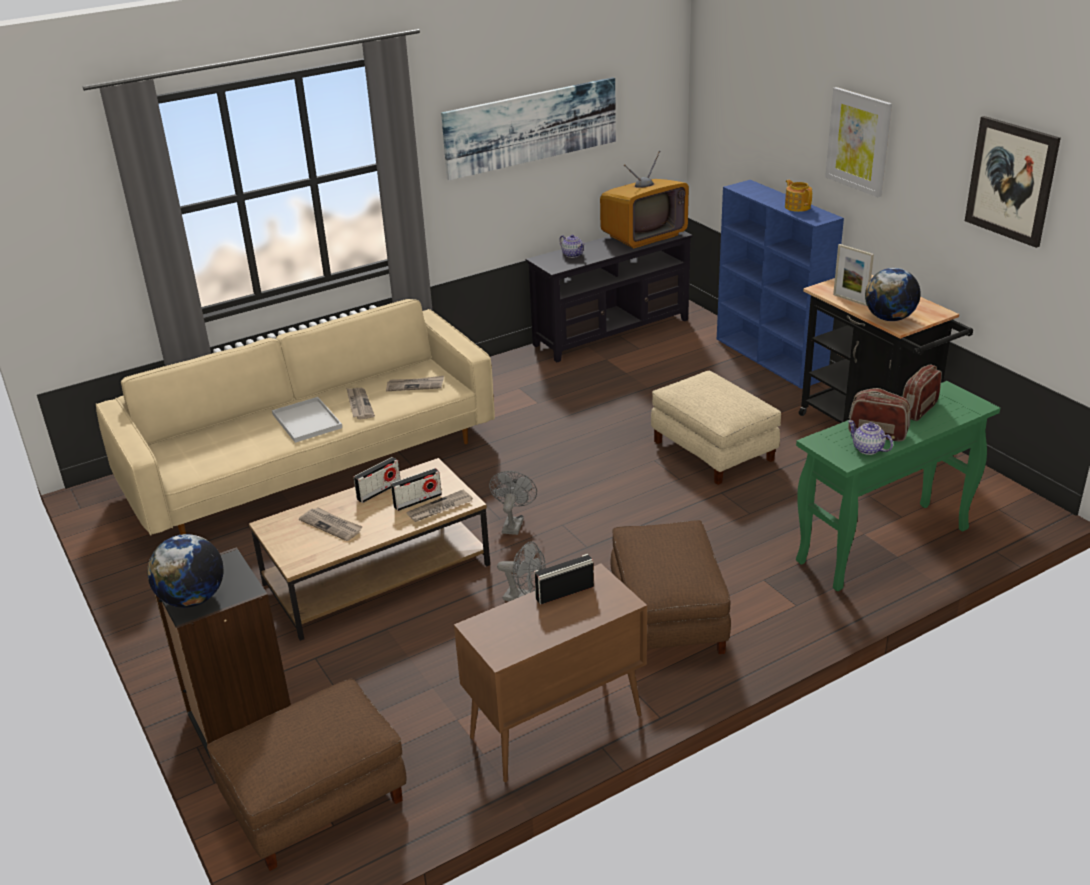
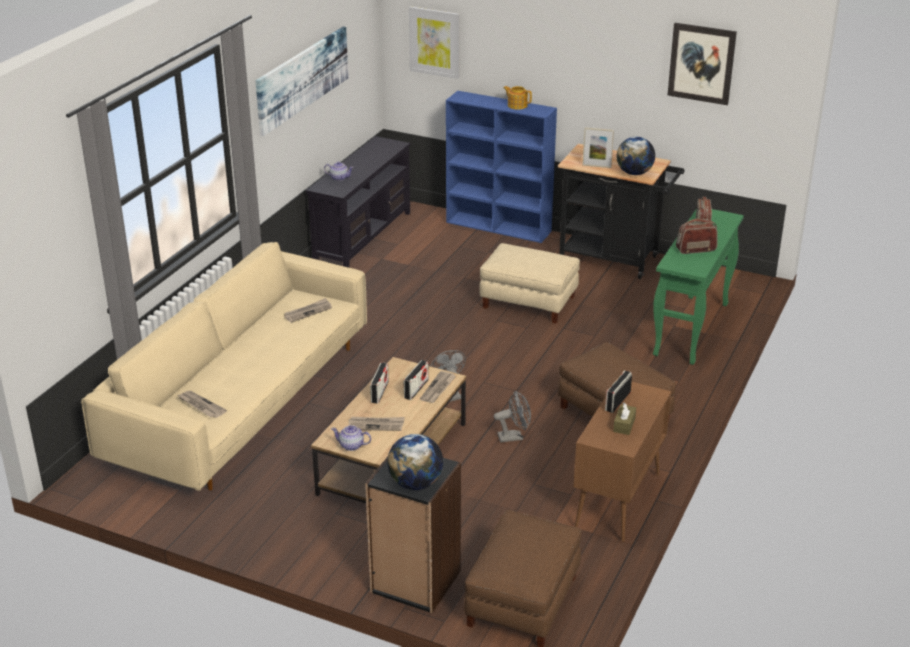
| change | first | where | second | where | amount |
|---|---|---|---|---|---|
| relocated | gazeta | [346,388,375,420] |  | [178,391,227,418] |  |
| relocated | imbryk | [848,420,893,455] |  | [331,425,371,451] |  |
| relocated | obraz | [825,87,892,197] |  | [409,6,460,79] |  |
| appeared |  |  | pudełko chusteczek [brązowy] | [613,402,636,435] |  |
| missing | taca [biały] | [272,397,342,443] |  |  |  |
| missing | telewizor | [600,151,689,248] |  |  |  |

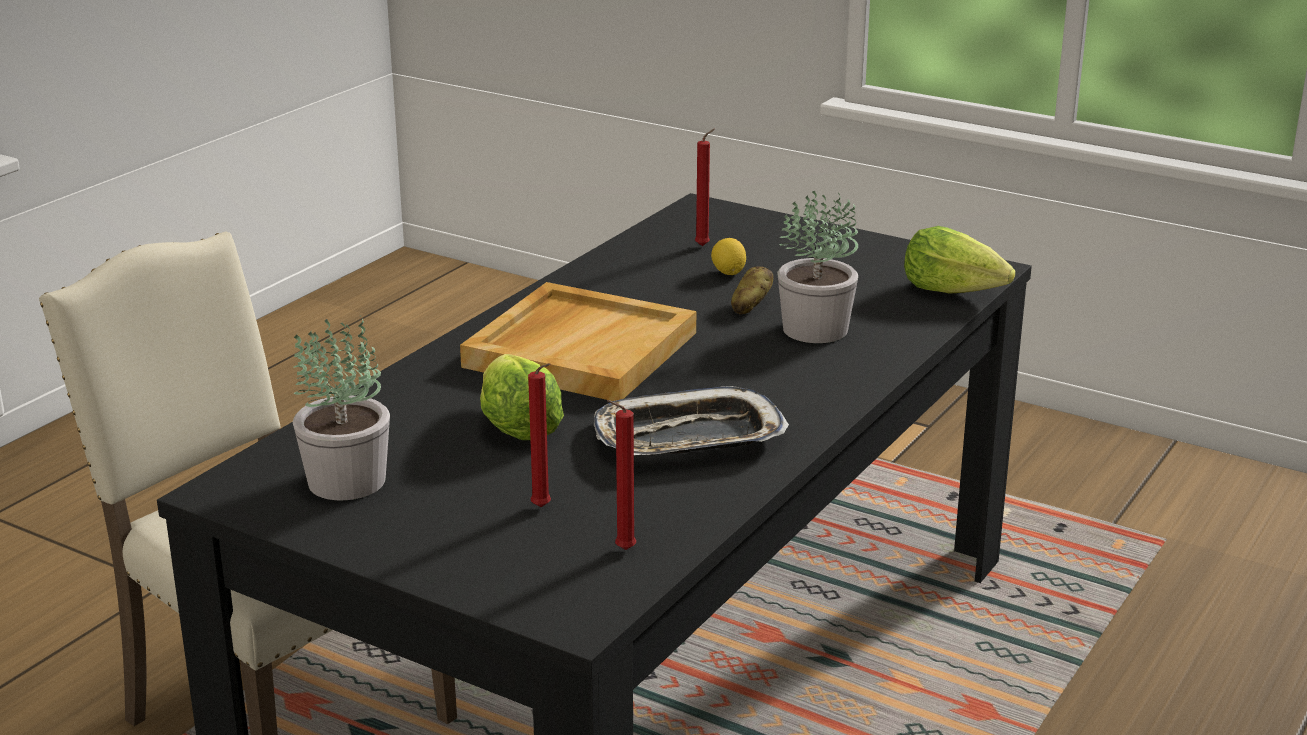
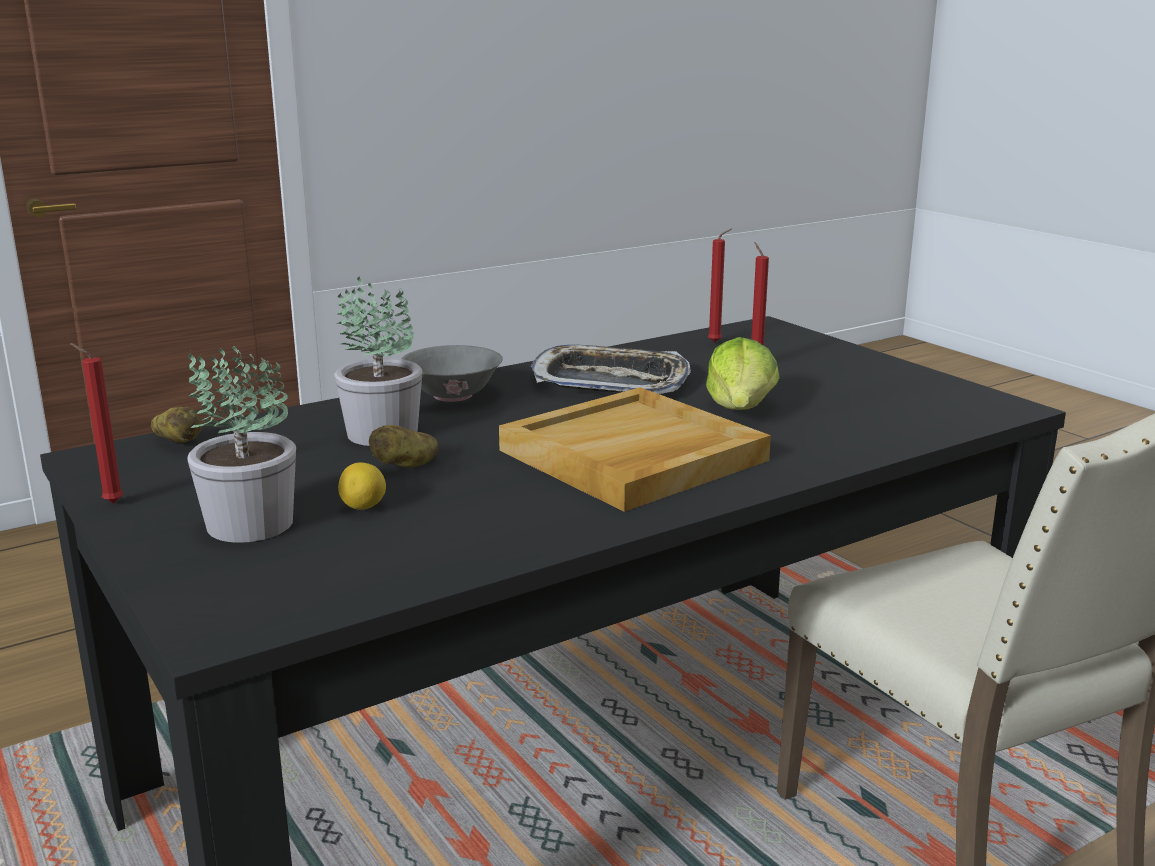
| change | first | where | second | where | amount |
|---|---|---|---|---|---|
| relocated | świeca [czerwony] | [695,128,715,246] |  | [70,343,124,503] |  |
| exchanged | sałata | [904,226,1016,294] | ziemniak | [150,407,202,443] |  |
| relocated | roślina doniczkowa | [293,315,390,501] |  | [188,346,296,543] |  |
| appeared |  |  | miska [szary] | [401,345,503,402] |  |

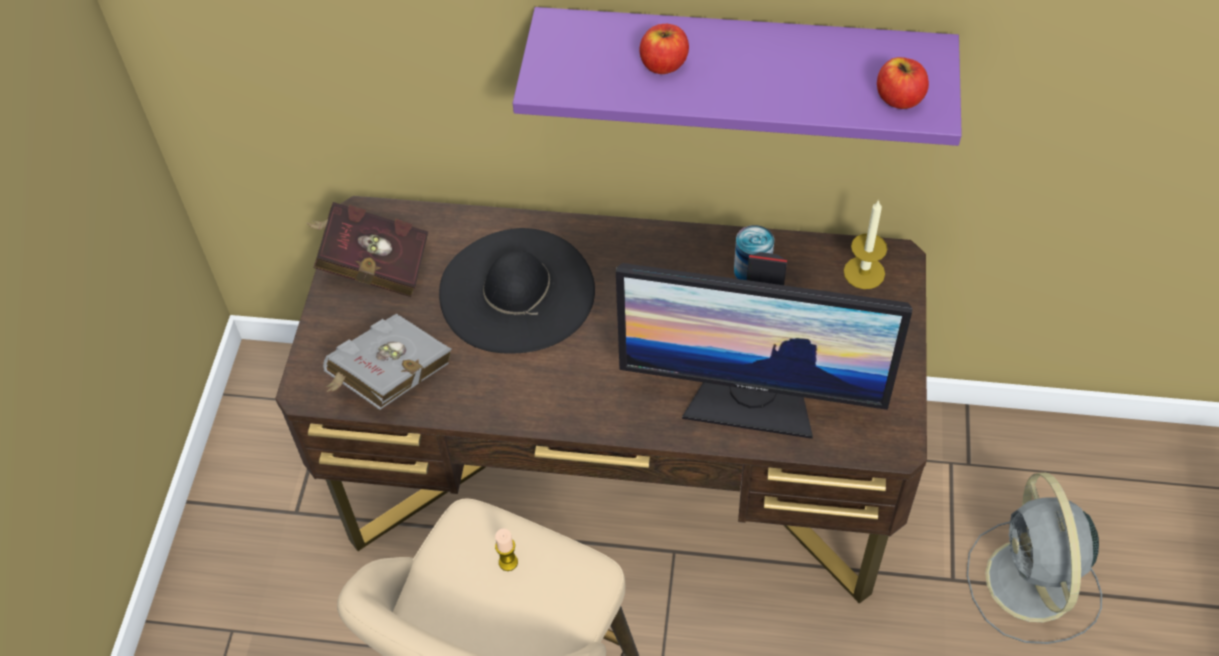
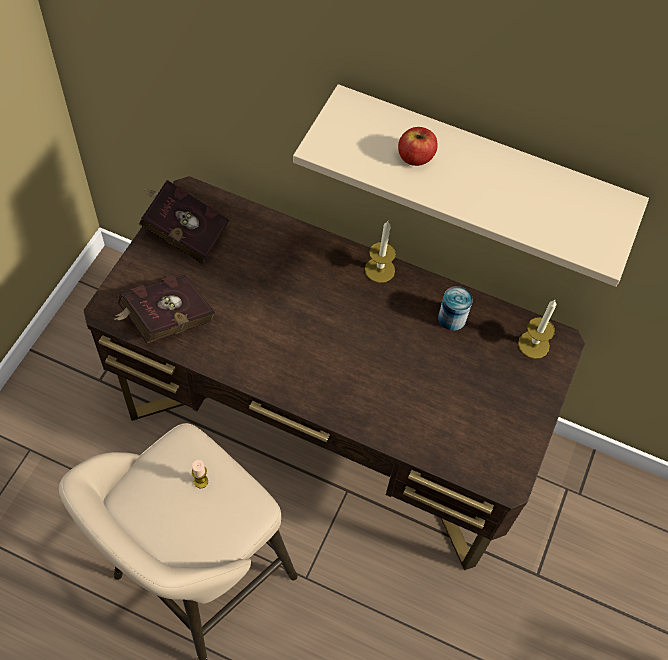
| change | first | where | second | where | amount |
|---|---|---|---|---|---|
| colour | książka [szary] | [323,313,451,410] | książka [czerwony] | [114,275,215,344] |  |
| colour | półka [fioletowy] | [513,7,962,146] | półka [beżowy] | [293,84,649,287] |  |
| appeared |  |  | świeca | [365,221,396,283] |  |
| missing | kapelusz [czarny] | [439,228,595,354] |  |  |  |
| missing | monitor | [616,252,912,439] |  |  |  |
| missing | jabłko | [877,57,929,109] |  |  |  |
| missing | wentylator [szary] | [967,473,1102,644] |  |  |  |

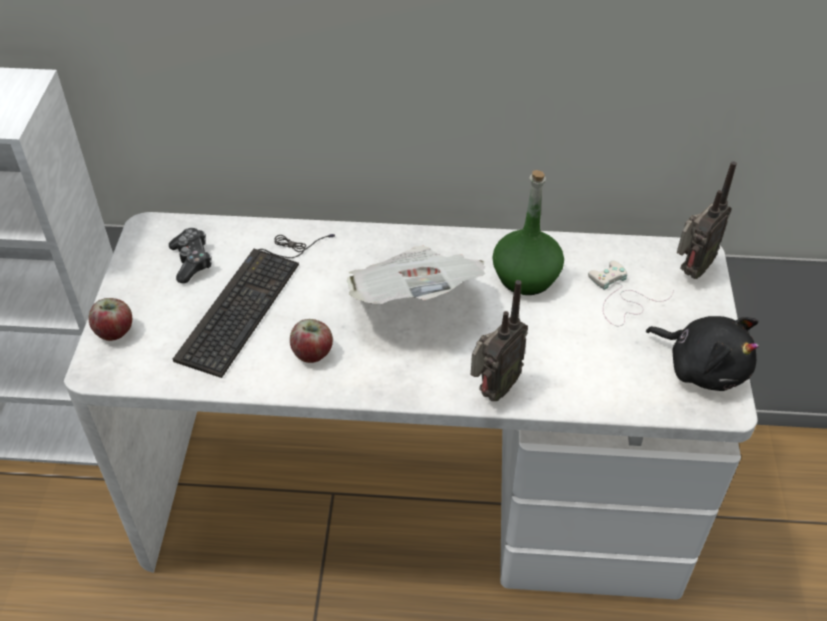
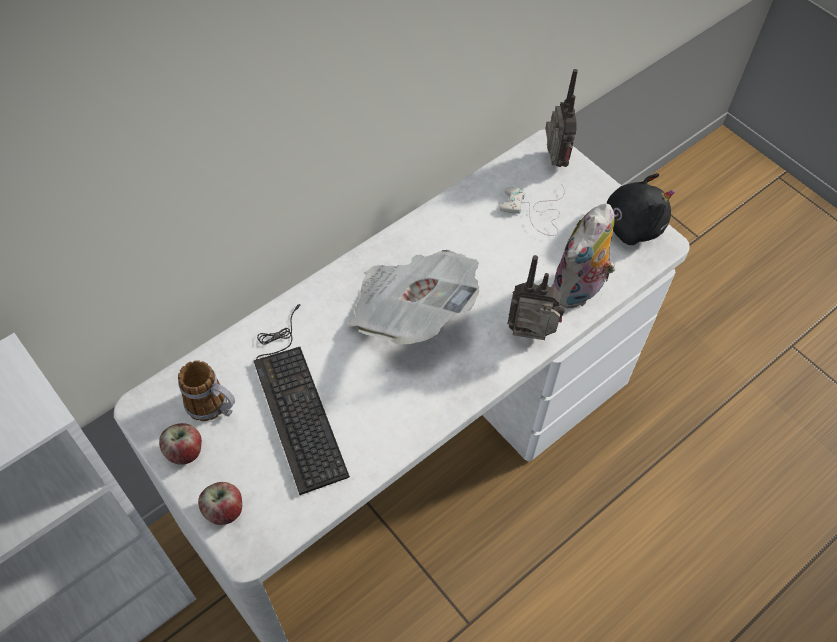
| change | first | where | second | where | amount |
|---|---|---|---|---|---|
| relocated | jabłko | [290,319,333,363] |  | [159,423,202,465] |  |
| exchanged | pad do gier | [169,228,212,283] | kubek | [178,360,235,421] |  |
| spun | radio | [471,280,528,401] |  | [507,255,565,340] | 75 degrees counterclockwise |
| appeared |  |  | pluszak | [551,204,615,309] |  |
| missing | butelka [zielony] | [492,170,564,295] |  |  |  |

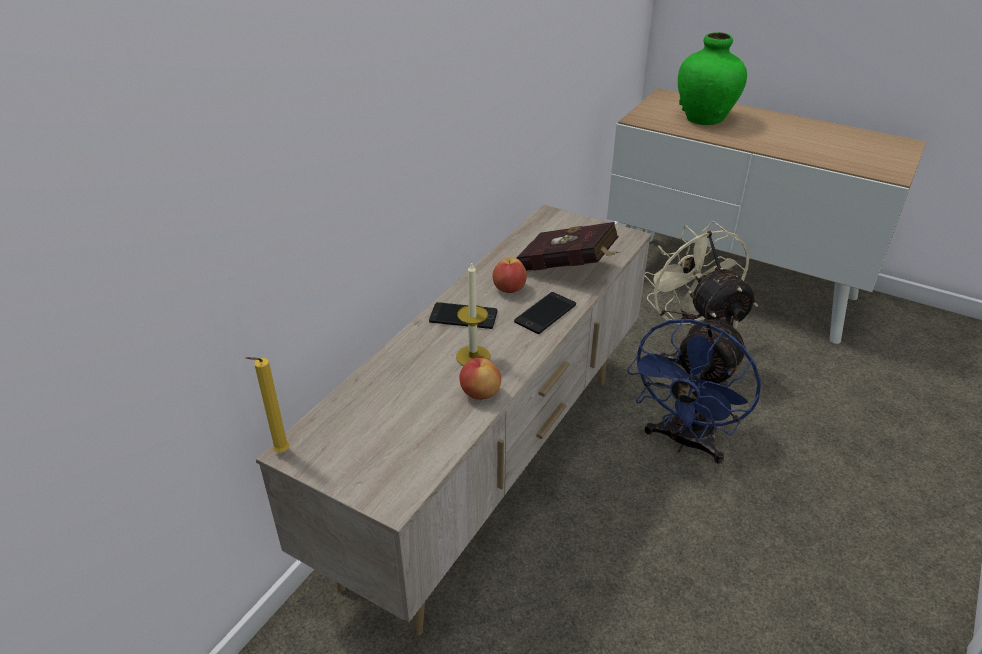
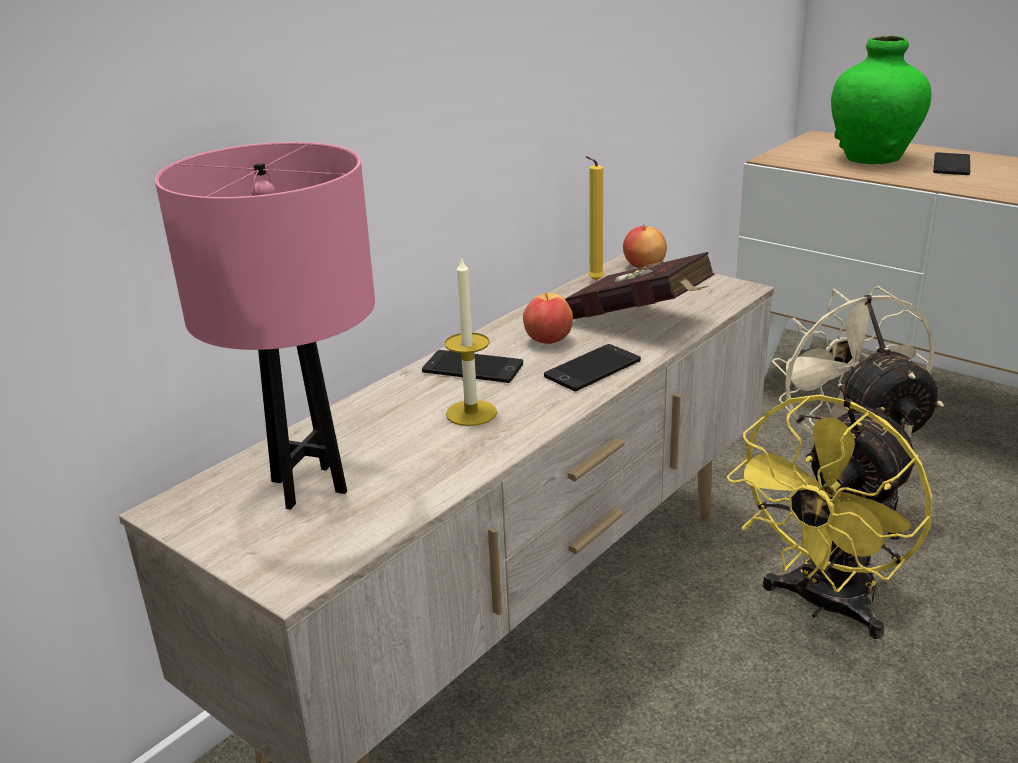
| change | first | where | second | where | amount |
|---|---|---|---|---|---|
| appeared |  |  | lampa stołowa [różowy] | [155,142,375,510] |  |
| relocated | świeca [żółty] | [246,357,289,453] |  | [585,156,604,281] |  |
| relocated | jabłko | [459,358,501,400] |  | [623,223,667,268] |  |
| colour | wentylator [niebieski] | [627,317,761,464] | wentylator [żółty] | [727,395,933,639] |  |
| appeared |  |  | telefon | [933,153,970,175] |  |

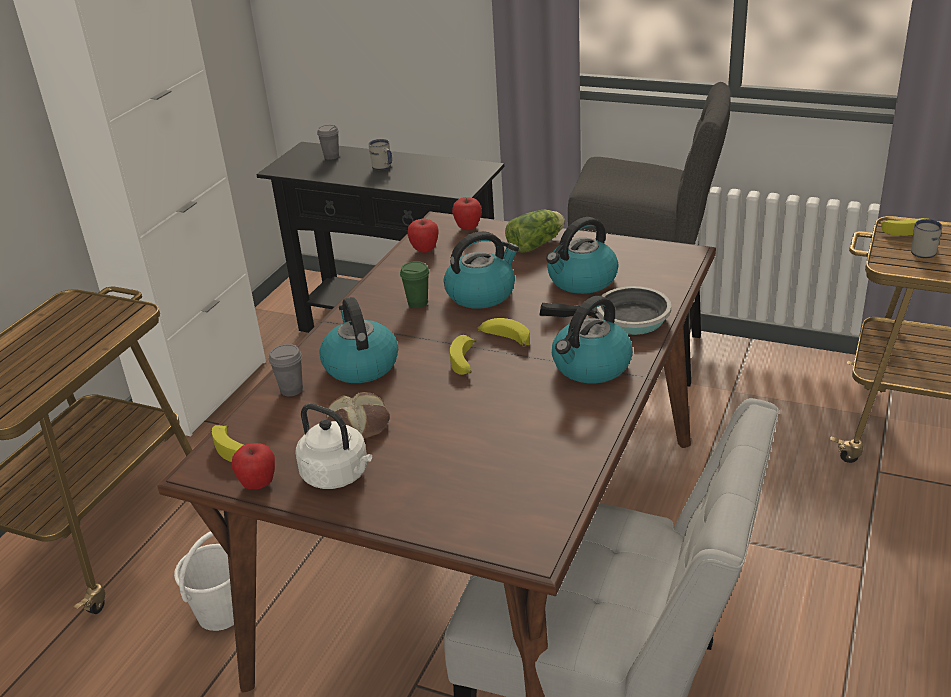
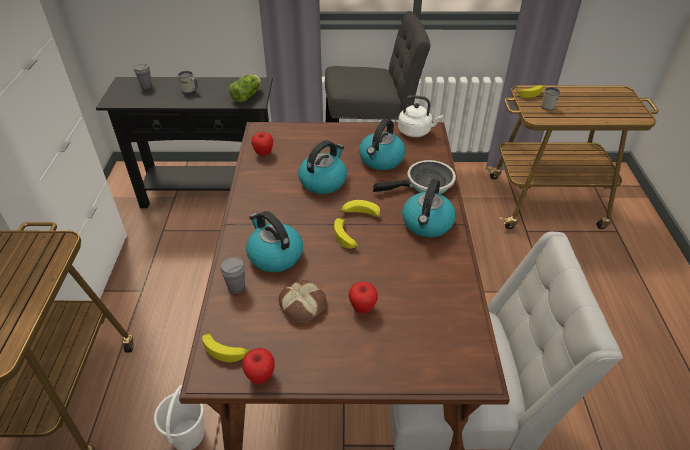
| change | first | where | second | where | amount |
|---|---|---|---|---|---|
| relocated | sałata | [505,210,565,253] |  | [229,75,261,102] |  |
| relocated | jabłko | [452,197,482,230] |  | [349,282,378,314] |  |
| relocated | czajnik [biały] | [295,404,372,489] |  | [398,95,443,137] |  |
| missing | filiżanka [zielony] | [400,261,429,308] |  |  |  |

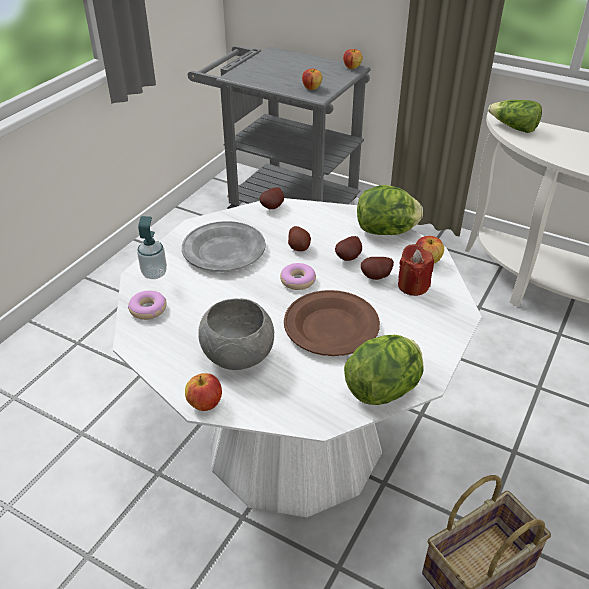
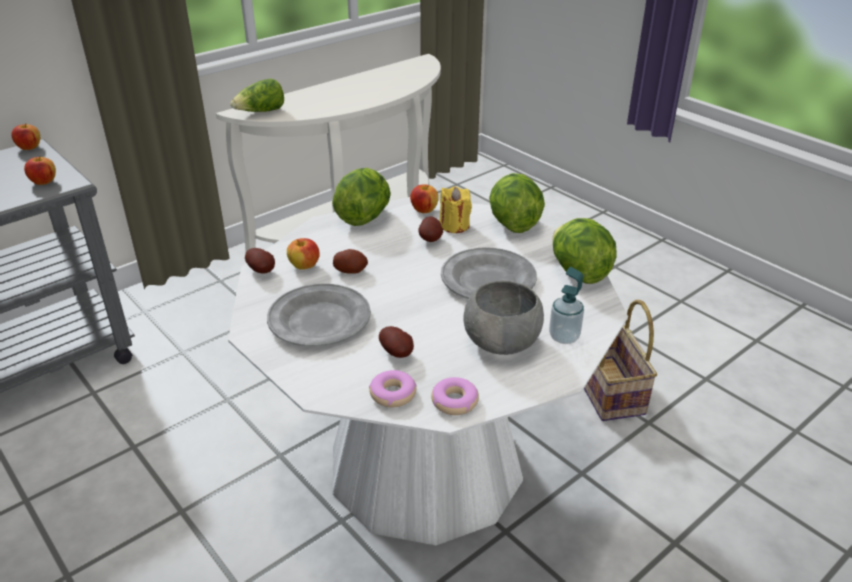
| change | first | where | second | where | amount |
|---|---|---|---|---|---|
| relocated | jabłko | [185,373,222,411] |  | [287,238,320,270] |  |
| relocated | ziemniak | [335,236,362,261] |  | [379,326,414,358] |  |
| relocated | donut | [280,263,316,290] |  | [431,377,479,415] |  |
| colour | świeca [czerwony] | [398,244,434,296] | świeca [żółty] | [440,186,472,233] |  |
| colour | talerz [brązowy] | [284,290,380,356] | talerz [szary] | [441,247,537,299] |  |
| appeared |  |  | sałata | [489,173,545,233] |  |
| relocated | dozownik mydła | [137,216,167,279] |  | [549,267,584,344] |  |

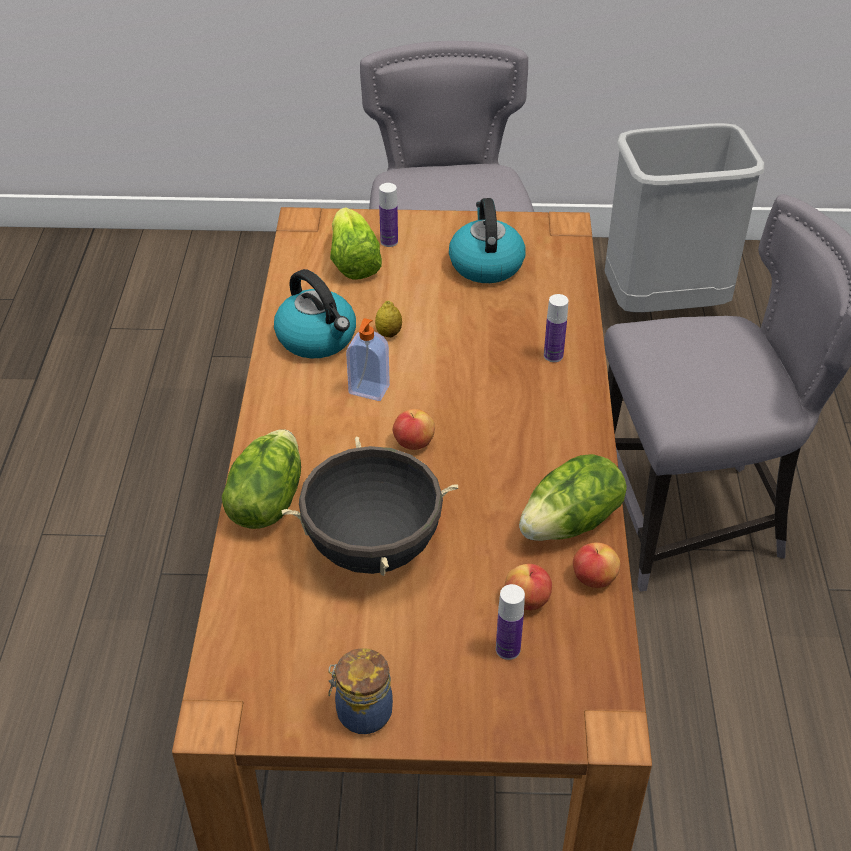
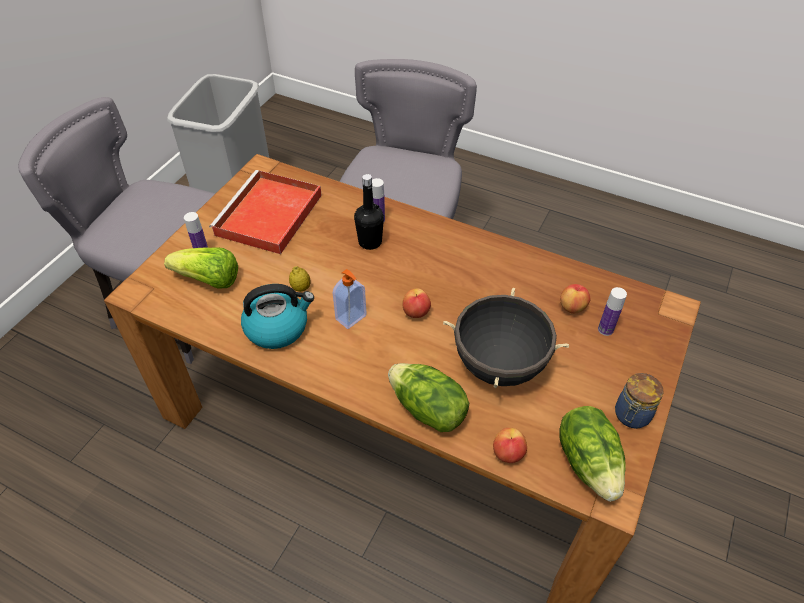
| change | first | where | second | where | amount |
|---|---|---|---|---|---|
| exchanged | czajnik | [449,198,525,283] | taca [czerwony] | [209,170,322,254] |  |
| appeared |  |  | butelka [czarny] | [354,174,384,250] |  |
| relocated | jabłko | [573,543,620,588] |  | [493,428,527,463] |  |
| relocated | sałata | [519,454,627,541] |  | [559,406,626,501] |  |

